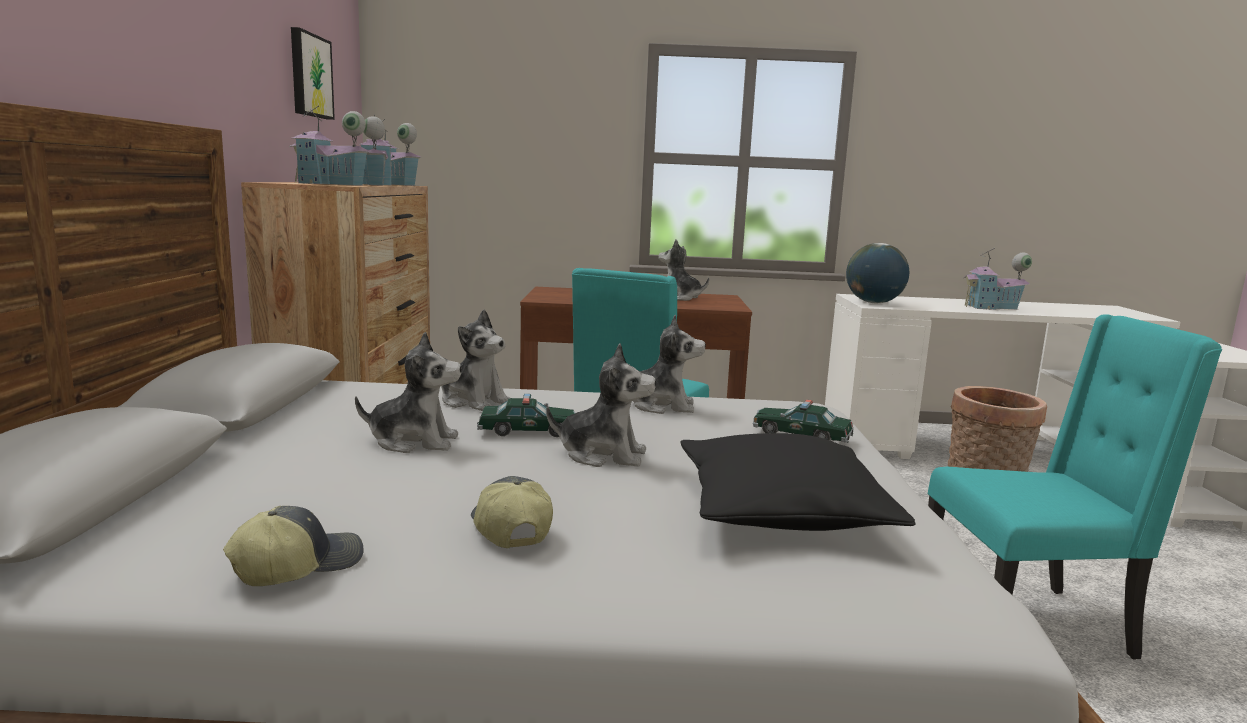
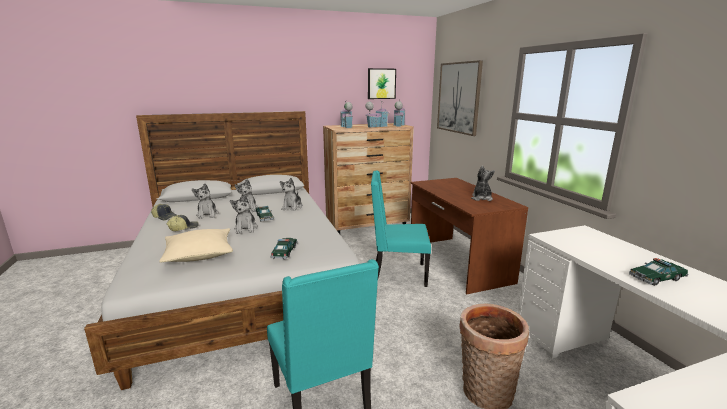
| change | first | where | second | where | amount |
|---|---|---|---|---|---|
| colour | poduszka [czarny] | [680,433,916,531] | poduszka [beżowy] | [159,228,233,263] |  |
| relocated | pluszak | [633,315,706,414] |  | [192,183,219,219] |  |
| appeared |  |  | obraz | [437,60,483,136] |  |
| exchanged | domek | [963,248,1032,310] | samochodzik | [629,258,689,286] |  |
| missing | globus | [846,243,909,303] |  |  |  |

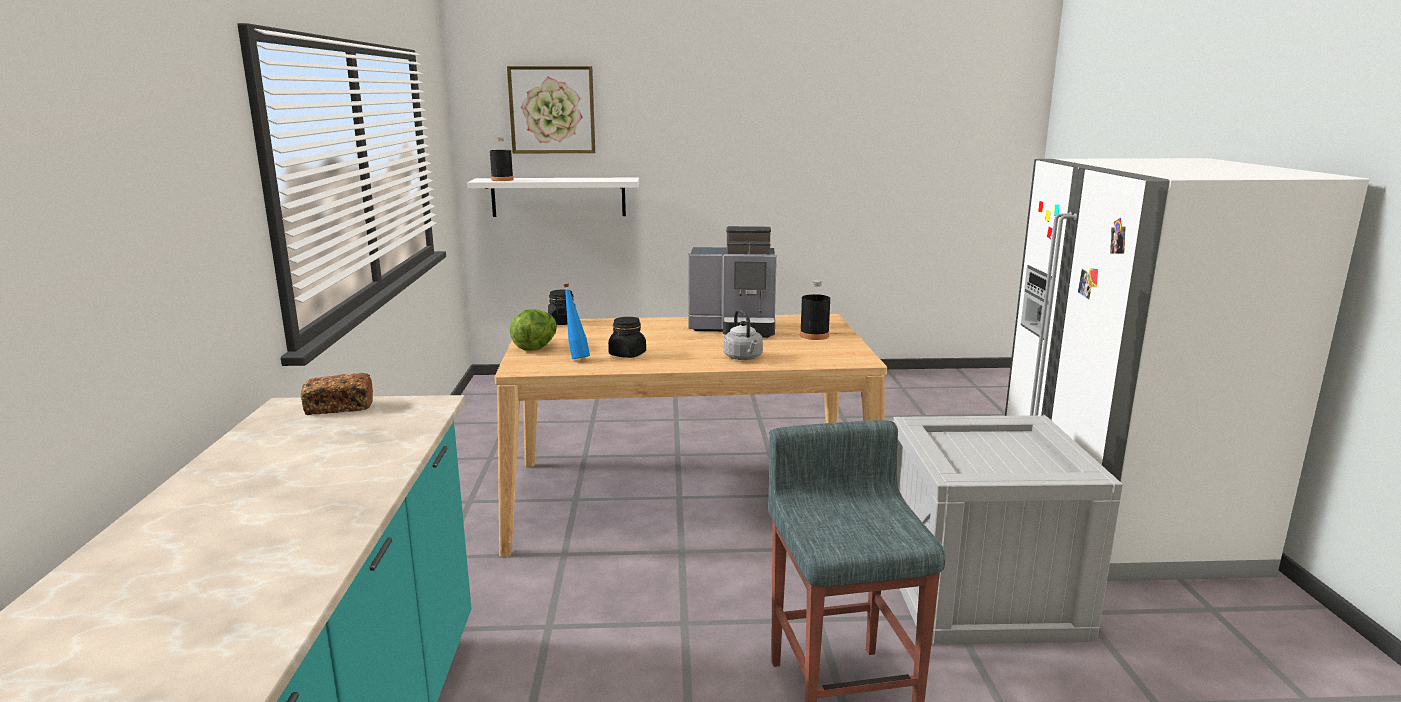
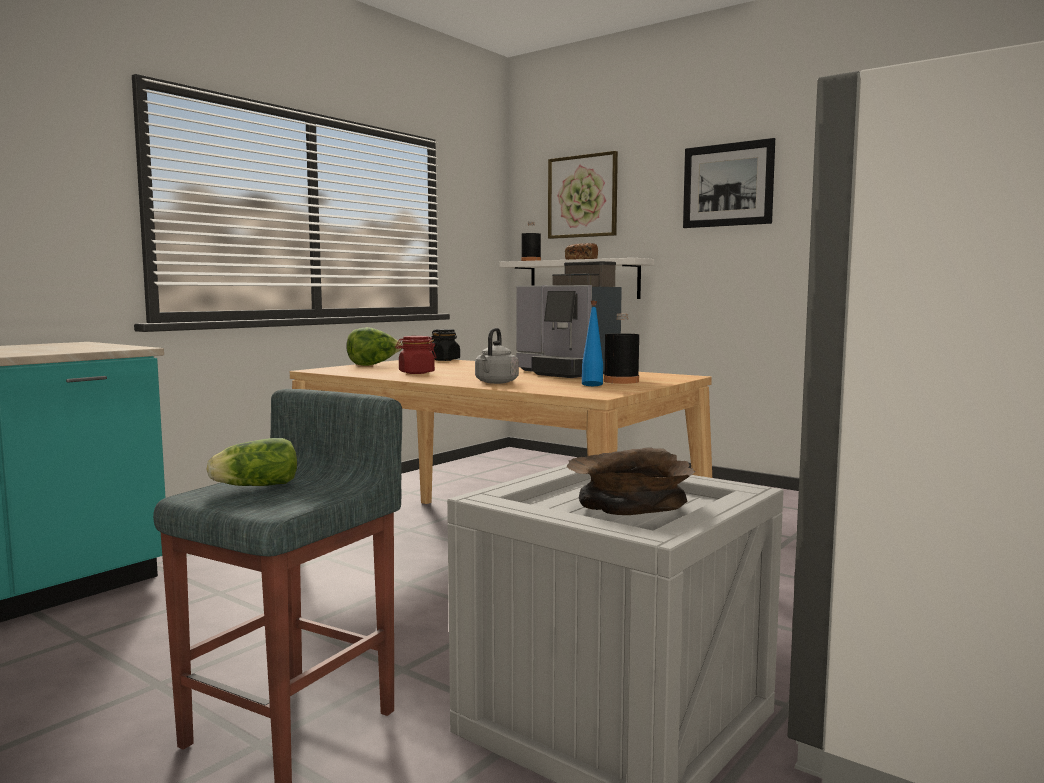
| change | first | where | second | where | amount |
|---|---|---|---|---|---|
| appeared |  |  | sałata | [207,438,297,486] |  |
| colour | słoik [czarny] | [608,317,646,358] | słoik [czerwony] | [395,336,437,374] |  |
| relocated | chleb | [301,373,373,415] |  | [565,243,598,260] |  |
| appeared |  |  | miska [brązowy] | [567,447,695,515] |  |
| relocated | butelka [niebieski] | [564,284,590,359] |  | [582,300,603,386] |  |
| appeared |  |  | obraz | [683,138,775,228] |  |

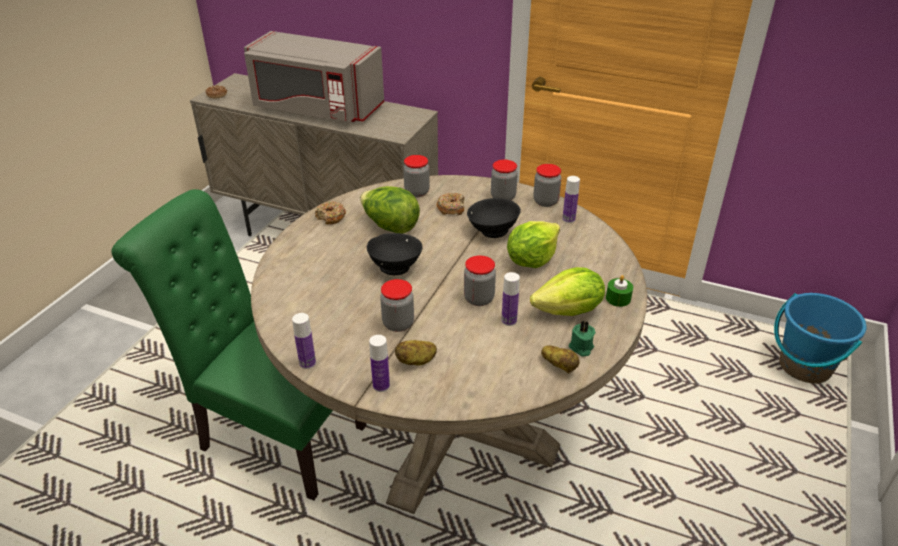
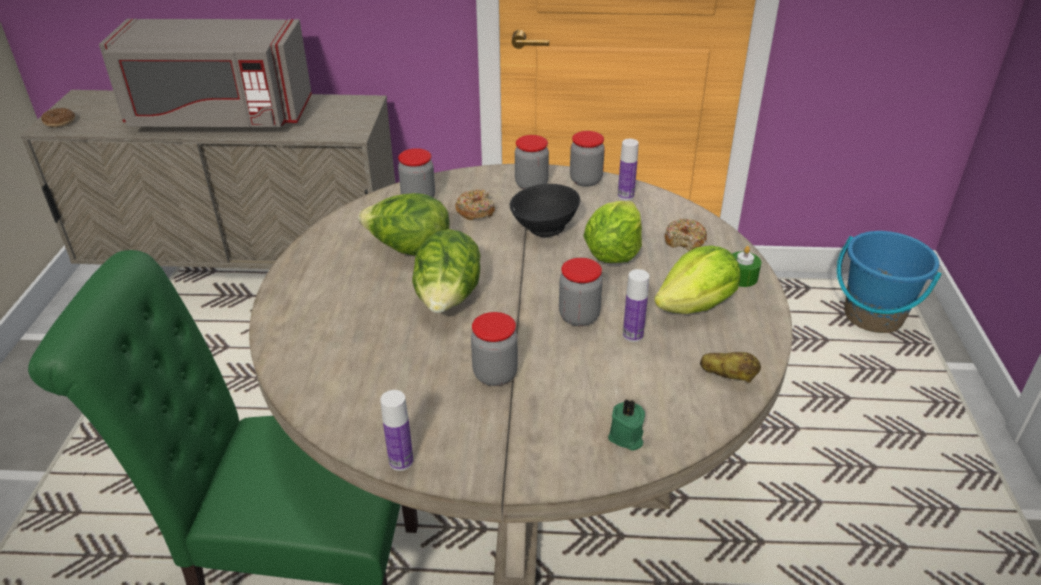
| change | first | where | second | where | amount |
|---|---|---|---|---|---|
| exchanged | miska [czarny] | [367,233,422,275] | sałata | [412,229,481,313] |  |
| relocated | świeca [zielony] | [569,321,595,356] |  | [608,399,645,451] |  |
| relocated | donut | [315,201,346,224] |  | [664,218,707,251] |  |
| missing | butelka | [369,335,390,392] |  |  |  |
| missing | ziemniak | [395,340,437,366] |  |  |  |

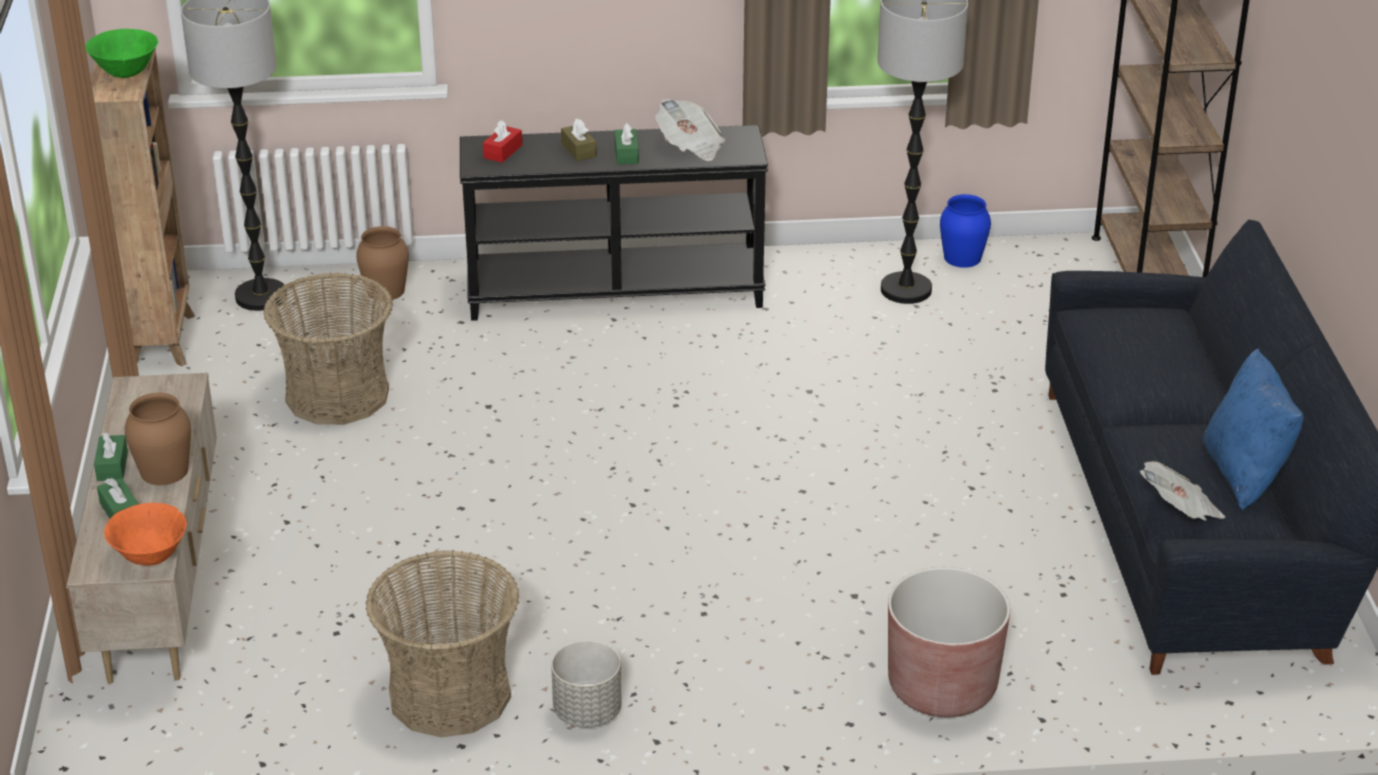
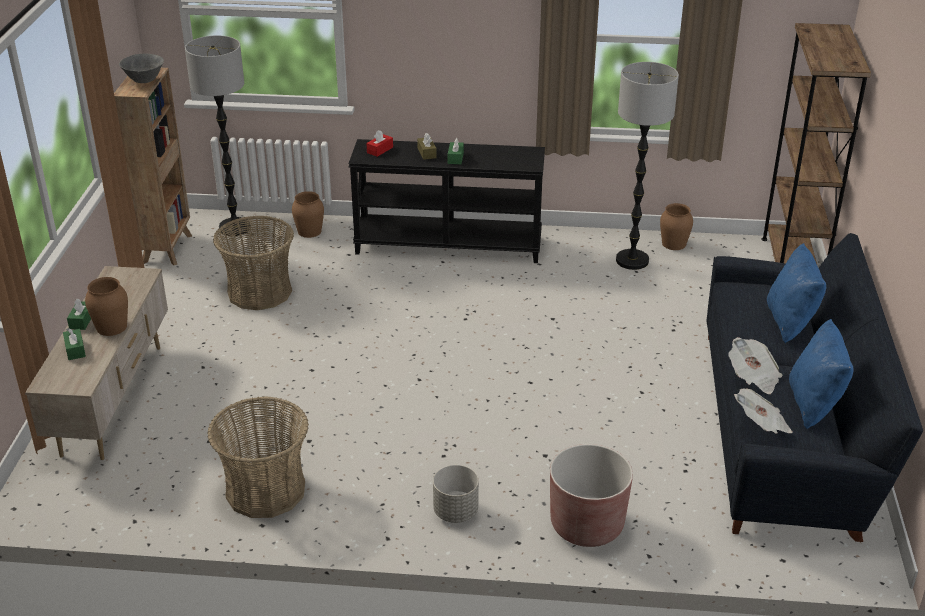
| change | first | where | second | where | amount |
|---|---|---|---|---|---|
| colour | miska [zielony] | [85,29,158,78] | miska [szary] | [119,54,164,83] |  |
| relocated | donica [szary] | [551,640,622,727] |  | [433,465,479,523] |  |
| colour | wazon [niebieski] | [940,194,991,268] | wazon [brązowy] | [660,203,693,250] |  |
| relocated | gazeta | [655,99,725,161] |  | [729,337,782,394] |  |
| appeared |  |  | poduszka [niebieski] | [767,243,826,343] |  |
| missing | miska [pomarańczowy] | [104,503,187,566] |  |  |  |

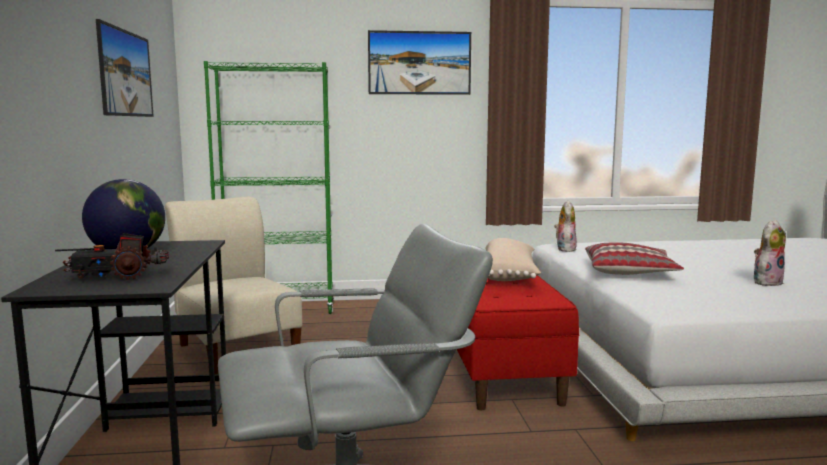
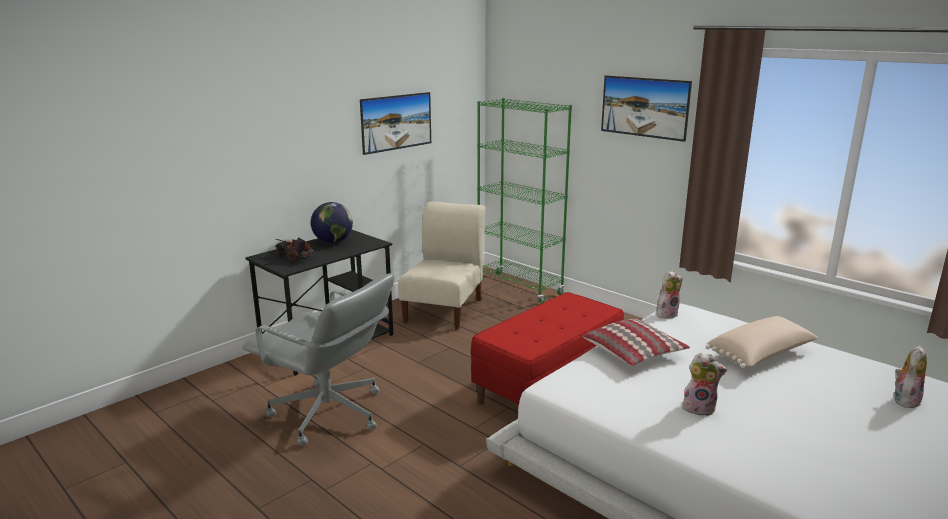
| change | first | where | second | where | amount |
|---|---|---|---|---|---|
| relocated | poduszka [beżowy] | [485,238,541,281] |  | [705,316,818,368] |  |
| appeared |  |  | pluszak | [895,345,927,408] |  |

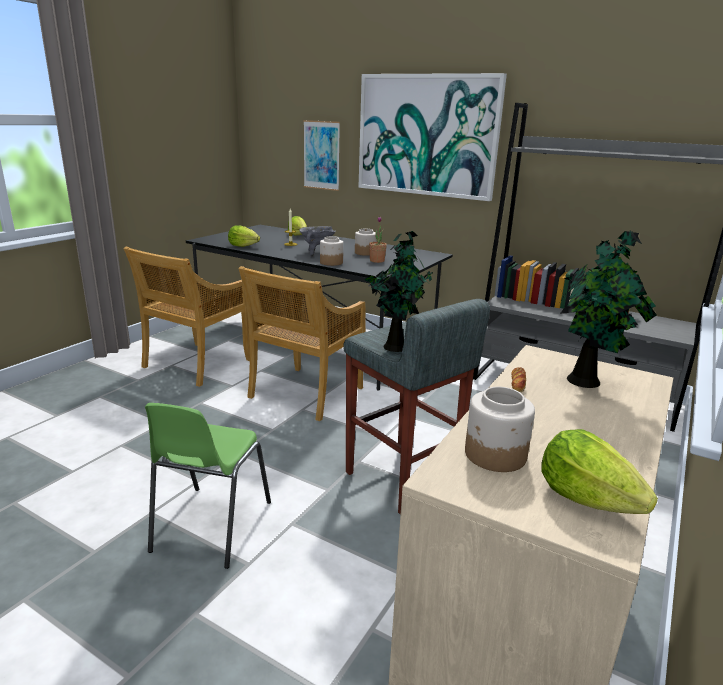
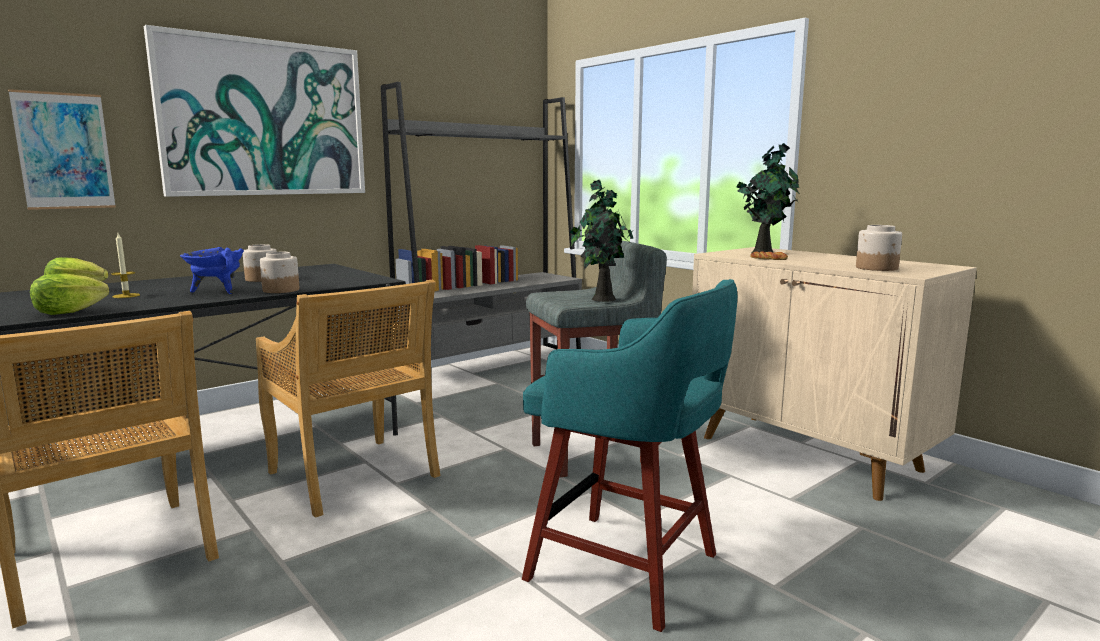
| change | first | where | second | where | amount |
|---|---|---|---|---|---|
| colour | garnek [szary] | [299,226,336,257] | garnek [niebieski] | [180,247,244,294] |  |
| exchanged | krzesło [zielony] | [145,403,271,569] | stołek [turkusowy] | [522,279,737,632] |  |
| missing | roślina doniczkowa | [369,217,387,263] |  |  |  |
| missing | sałata | [541,429,658,514] |  |  |  |

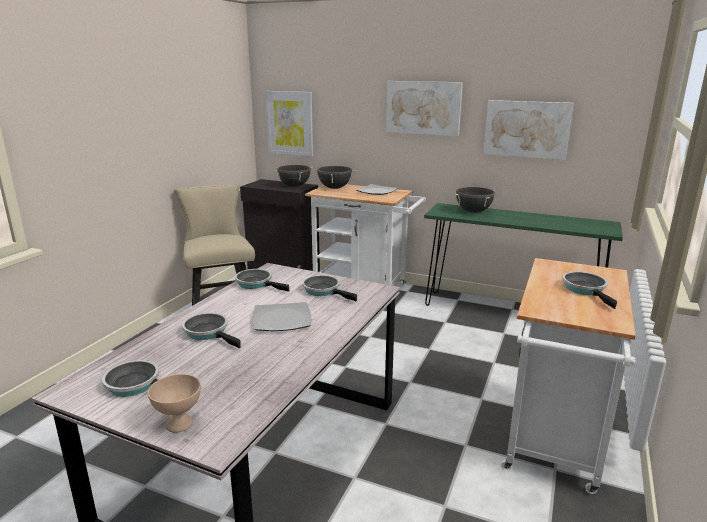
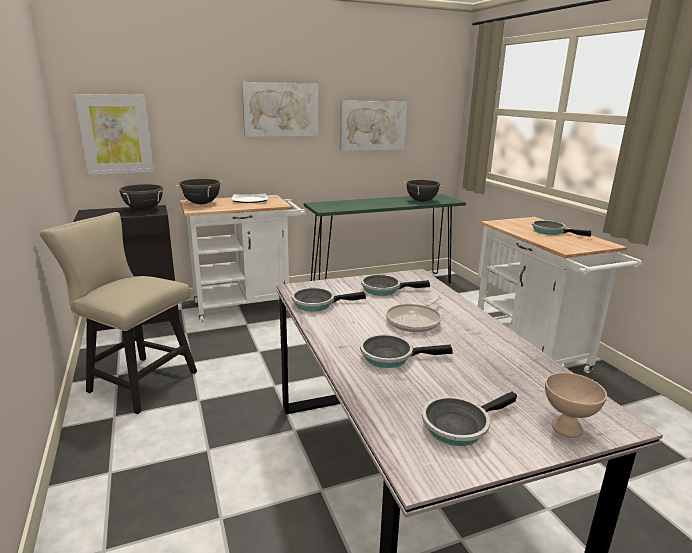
| change | first | where | second | where | amount |
|---|---|---|---|---|---|
| exchanged | talerz | [252,302,311,331] | patelnia | [386,296,442,332] |  |
| relocated | garnek [czarny] | [455,187,496,213] |  | [403,180,444,202] |  |

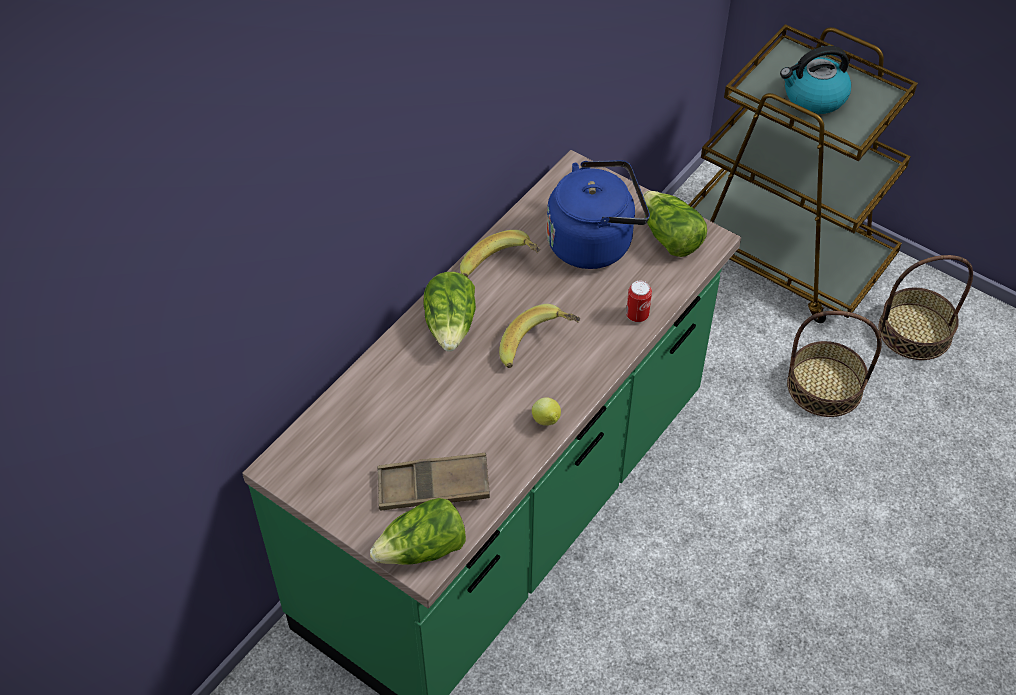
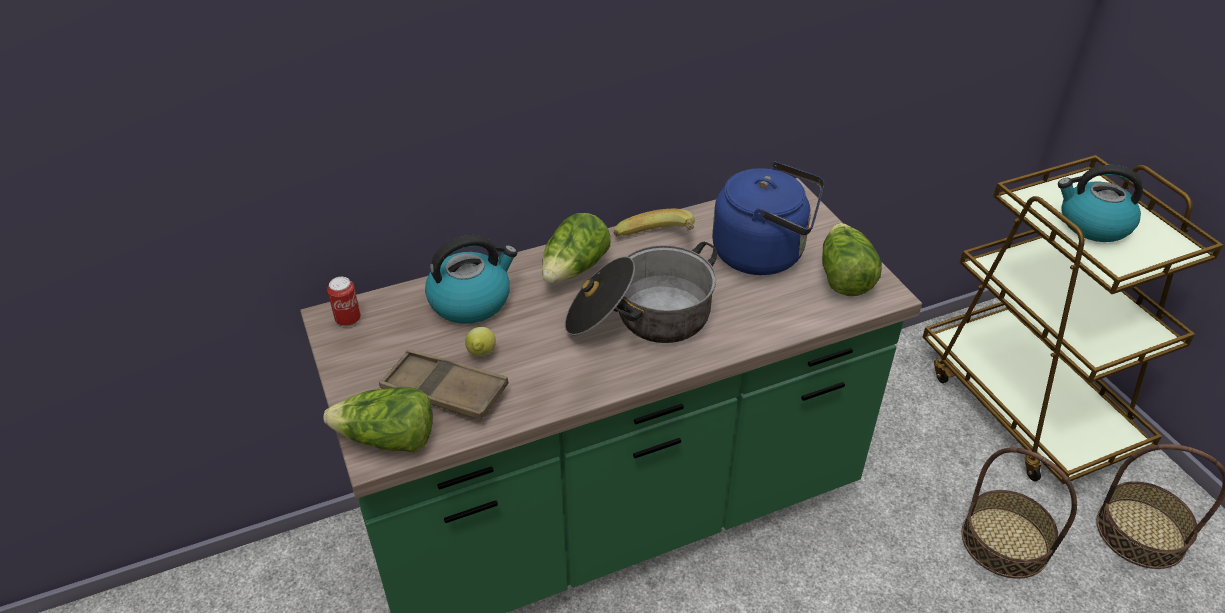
| change | first | where | second | where | amount |
|---|---|---|---|---|---|
| relocated | puszka | [626,280,652,322] |  | [327,277,361,326] |  |
| appeared |  |  | czajnik | [425,235,517,324] |  |
| relocated | cytryna | [532,397,561,426] |  | [465,327,496,357] |  |
| exchanged | banan | [499,304,580,368] | garnek | [565,242,717,343] |  |

